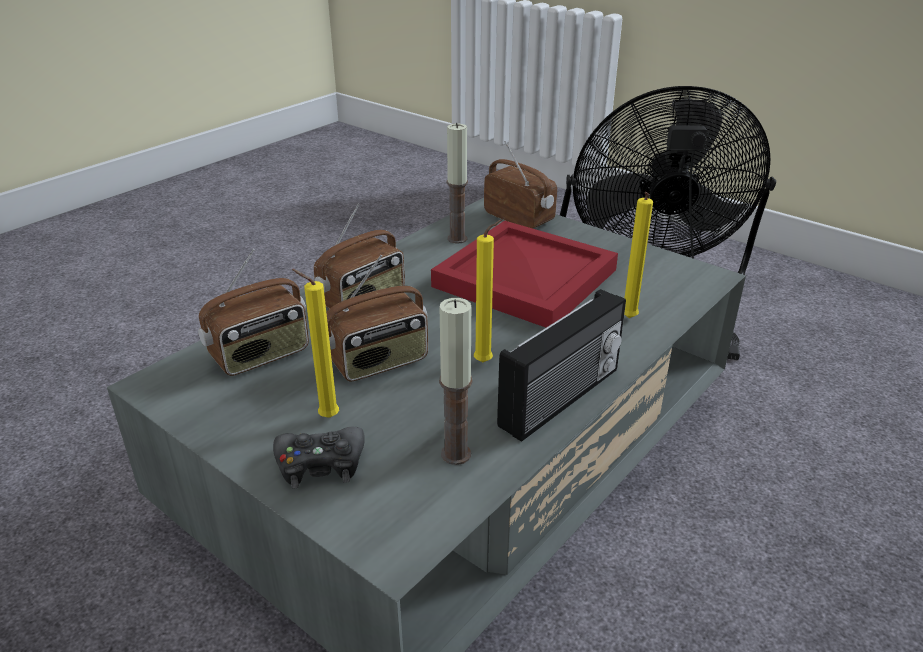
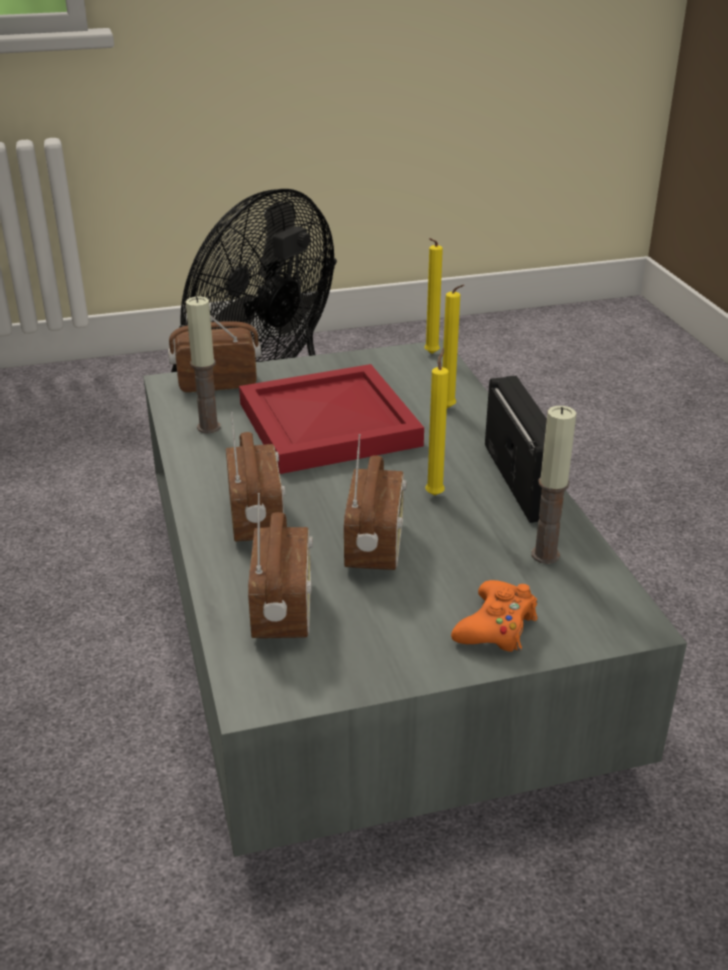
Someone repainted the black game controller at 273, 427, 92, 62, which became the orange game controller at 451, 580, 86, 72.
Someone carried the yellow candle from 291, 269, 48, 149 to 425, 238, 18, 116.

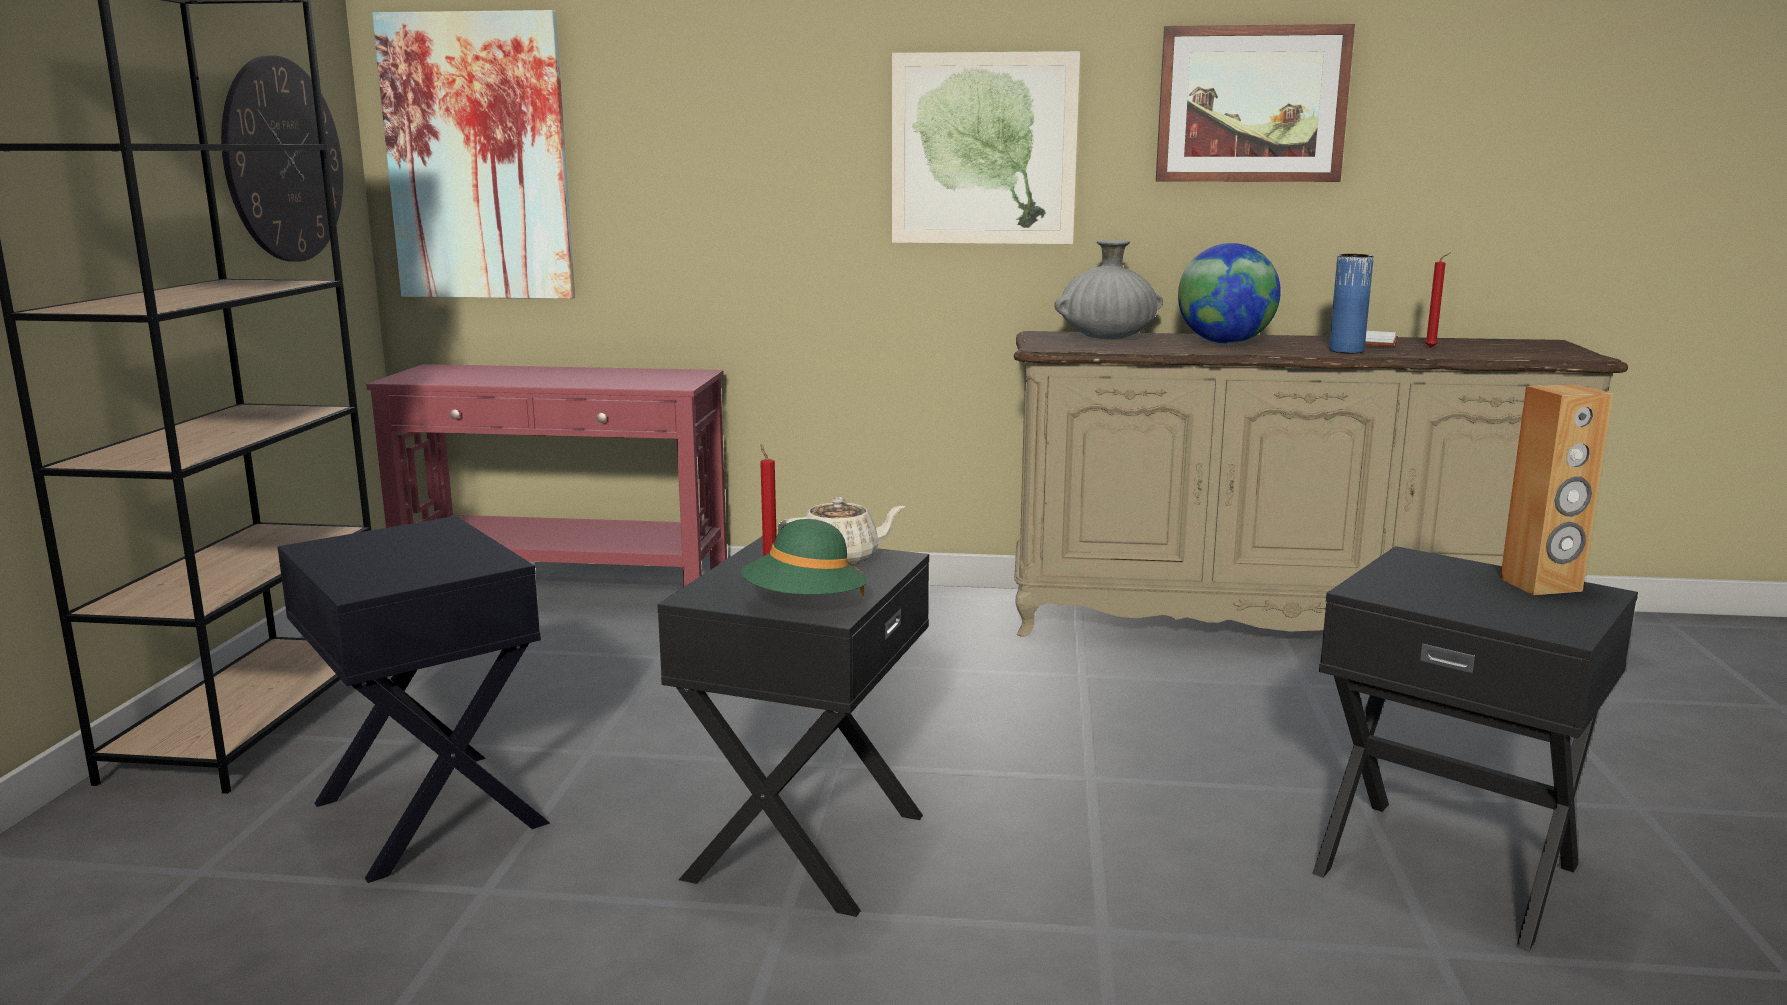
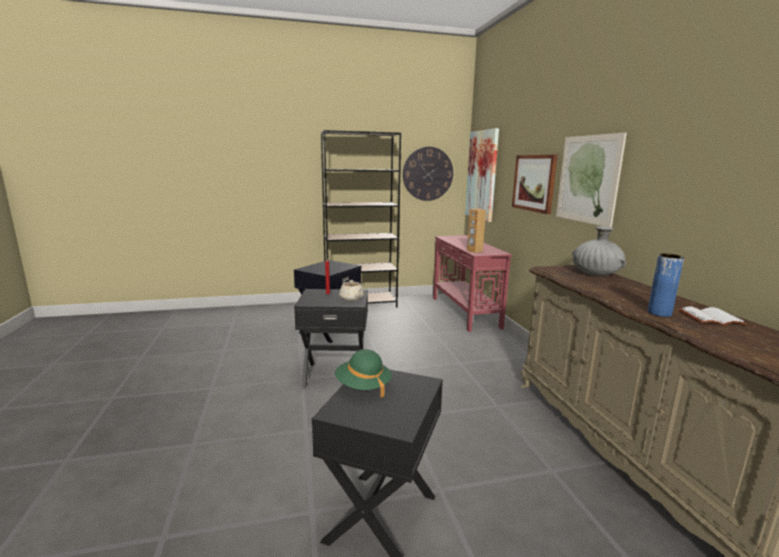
Someone carried the green hat from 741, 519, 126, 78 to 335, 349, 57, 48.
Someone carried the picture from 1156, 24, 199, 158 to 512, 155, 46, 59.
Someone took away the globe at 1178, 243, 103, 101.
Someone took away the red candle at 1425, 252, 26, 96.
Someone carried the brown speaker from 1500, 384, 113, 211 to 467, 209, 19, 44.

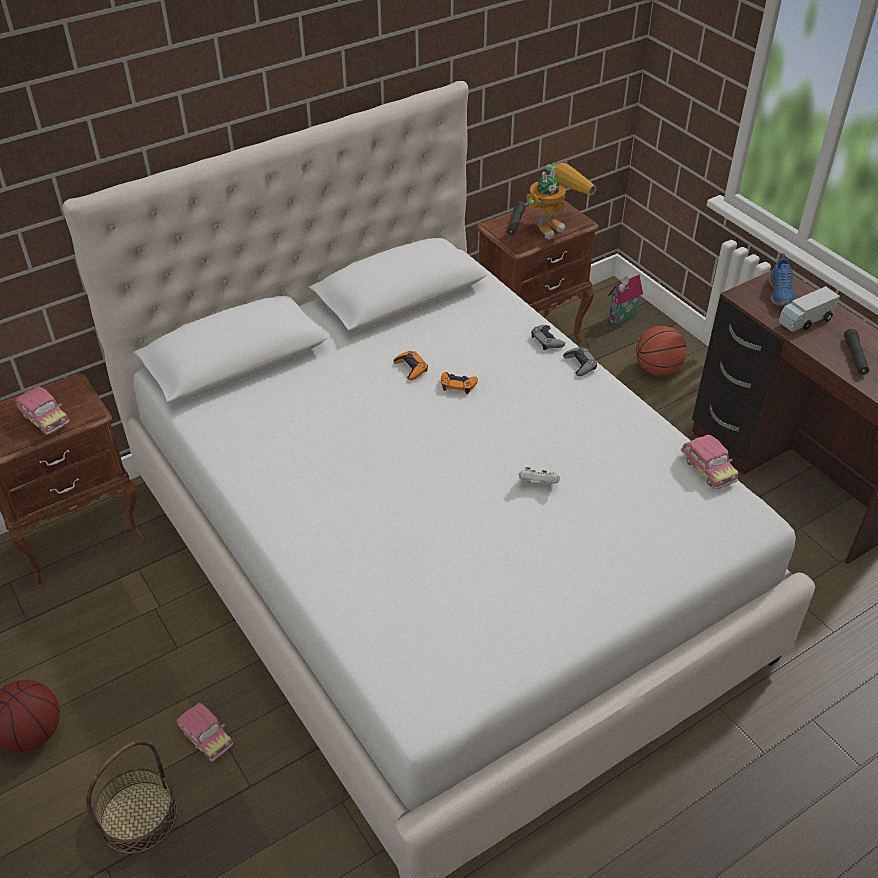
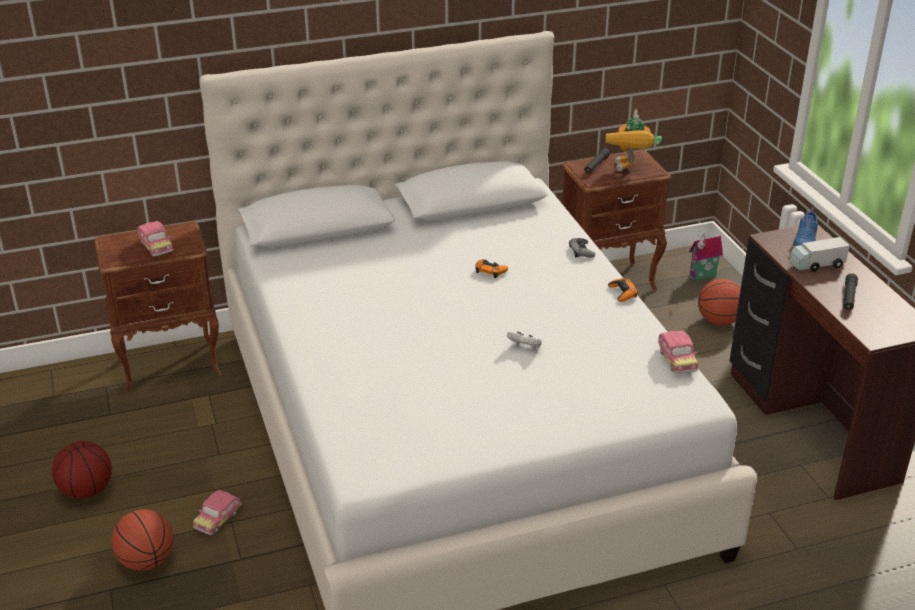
Someone swapped the basket at 86, 740, 91, 114 for the basketball at 111, 509, 63, 62.
Someone rotated the toy car at 177, 703, 56, 58 by 60 degrees clockwise.
Someone carried the orange game controller from 394, 351, 34, 29 to 608, 278, 30, 24.
Someone rotated the toy robot at 526, 163, 71, 77 by 120 degrees clockwise.
Someone took away the grey game controller at 563, 347, 34, 29.

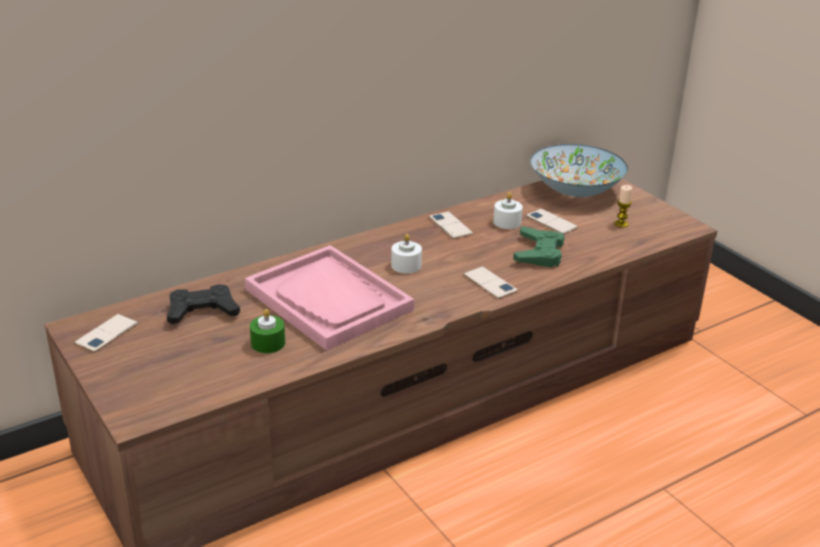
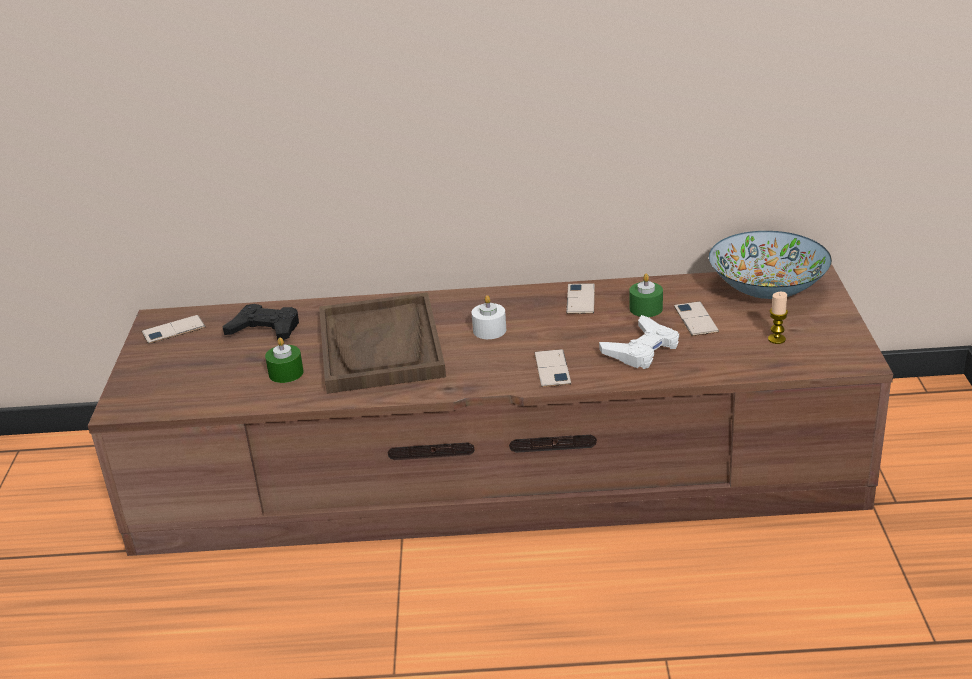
Someone repainted the pink tray at 245, 245, 169, 106, which became the brown tray at 319, 292, 127, 102.
Someone repainted the white candle at 493, 192, 30, 37, which became the green candle at 629, 274, 34, 43.
Someone repainted the green game controller at 513, 226, 52, 41, which became the white game controller at 599, 315, 80, 54.

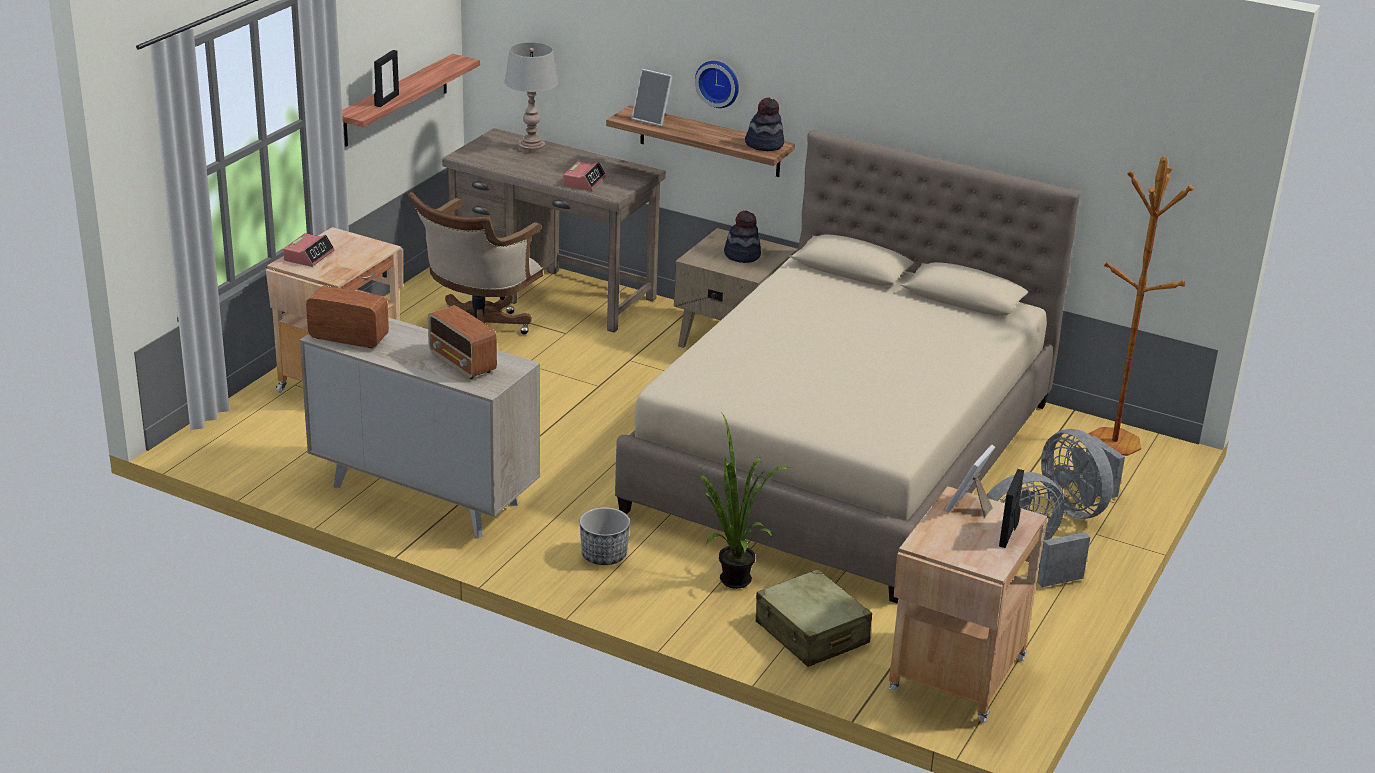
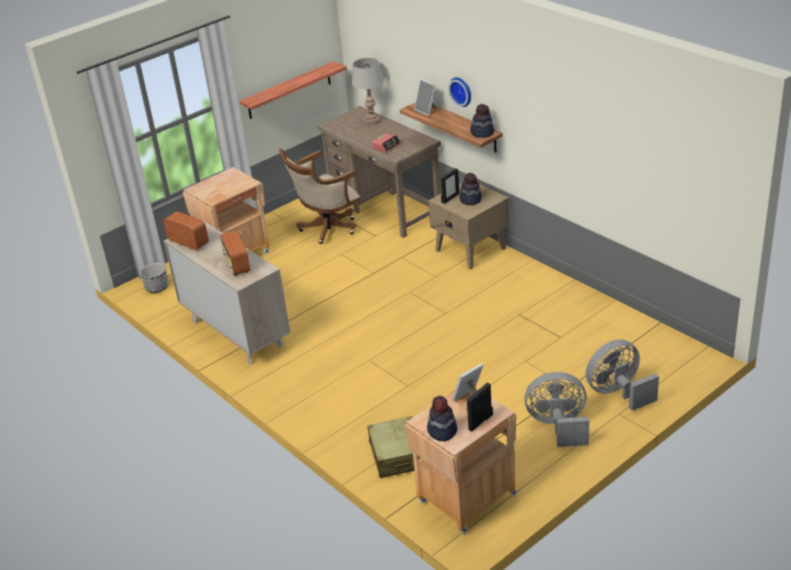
Someone took away the alarm clock at 283, 233, 52, 34.
Someone carried the picture frame from 374, 50, 25, 57 to 441, 168, 18, 36.
Someone carried the planter from 580, 507, 50, 58 to 140, 263, 28, 30.
Someone took away the beige bed at 615, 130, 465, 473.
Someone took away the potted plant at 696, 412, 95, 177.
Someone rotated the grey fan at 1041, 429, 84, 90 by 75 degrees clockwise.
Someone took away the orange clothes rack at 1089, 156, 105, 300.
Someone put down the hat at 427, 396, 31, 45.

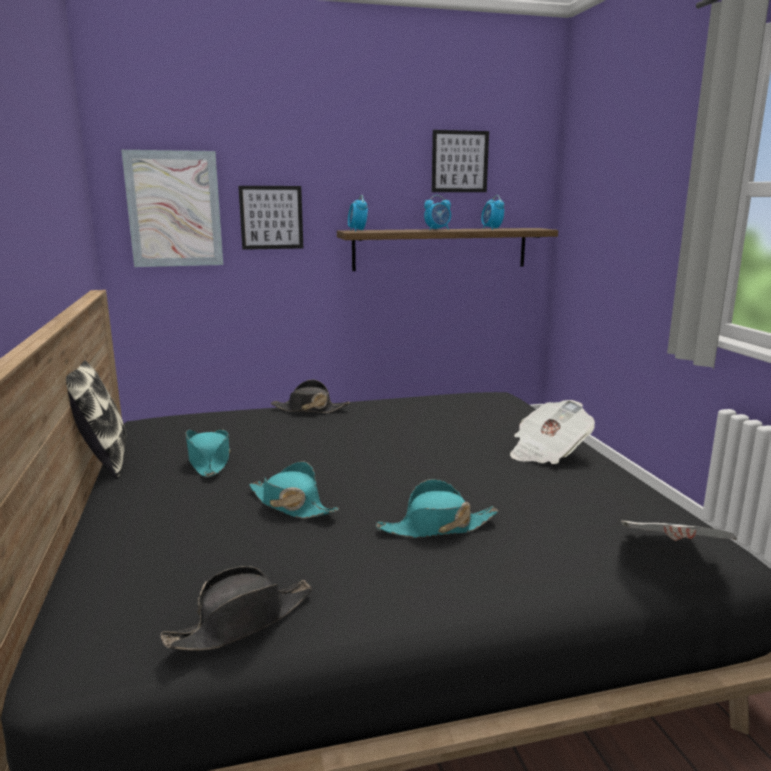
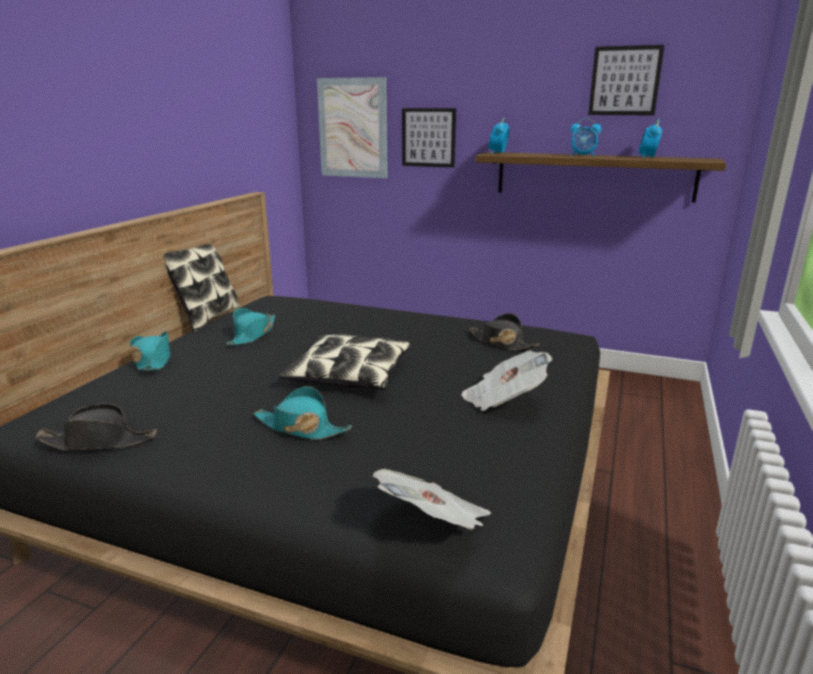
Someone carried the turquoise hat from 249, 461, 90, 58 to 130, 331, 40, 40.
Someone carried the black hat from 271, 380, 79, 33 to 469, 313, 71, 37.
Someone put down the pillow at 279, 333, 132, 57.

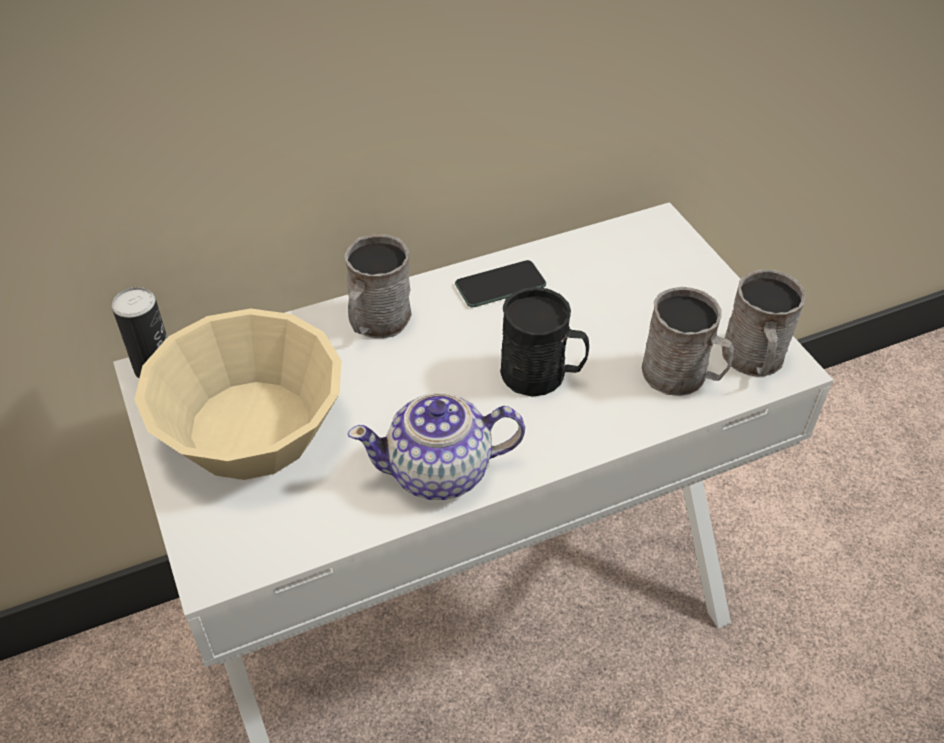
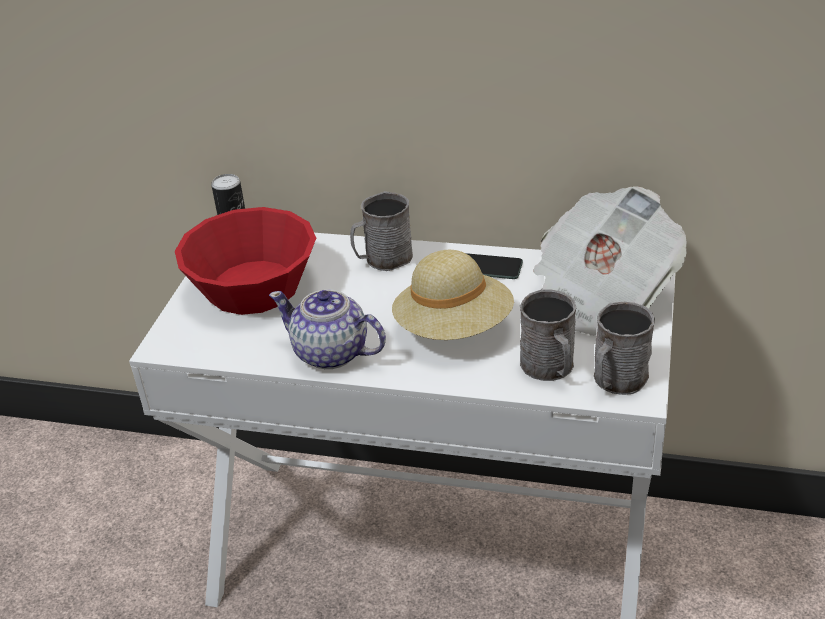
Someone repainted the beige bowl at 134, 308, 207, 172, which became the red bowl at 175, 207, 141, 108.
Someone swapped the black mug at 500, 287, 89, 110 for the beige hat at 392, 250, 122, 90.
Someone put down the newspaper at 533, 186, 154, 150.

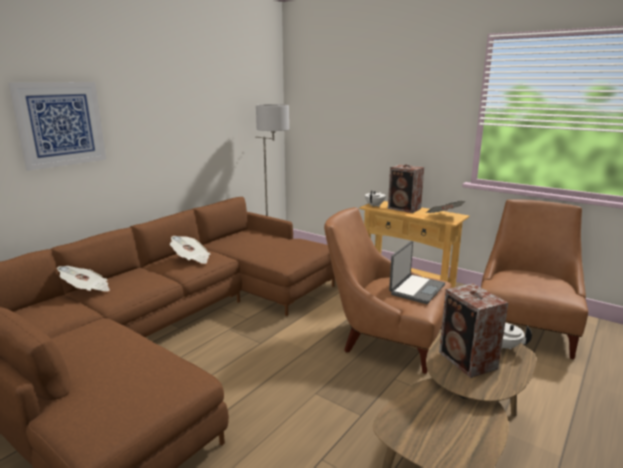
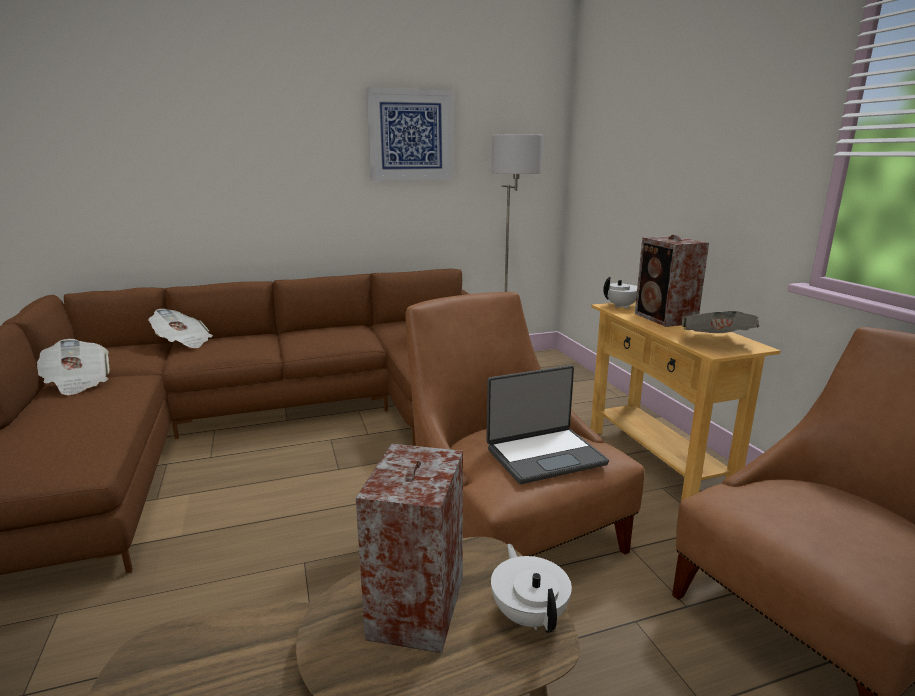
Someone carried the picture from 8, 82, 98, 89 to 366, 87, 87, 94.
Someone carried the newspaper from 170, 236, 41, 28 to 37, 339, 73, 56.

